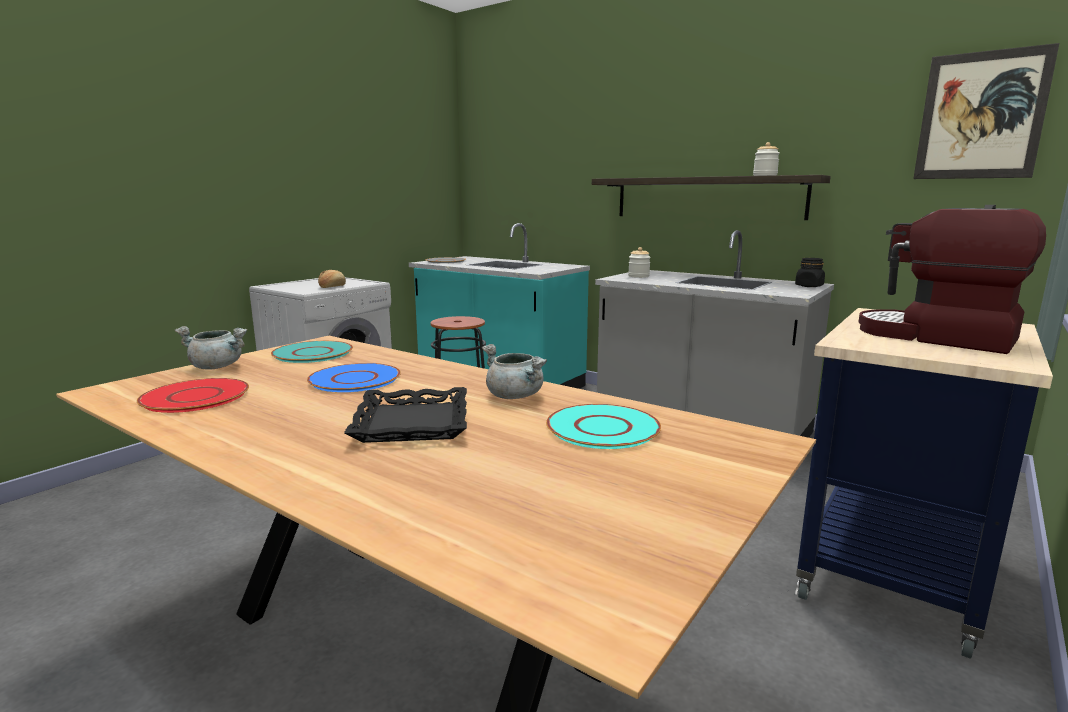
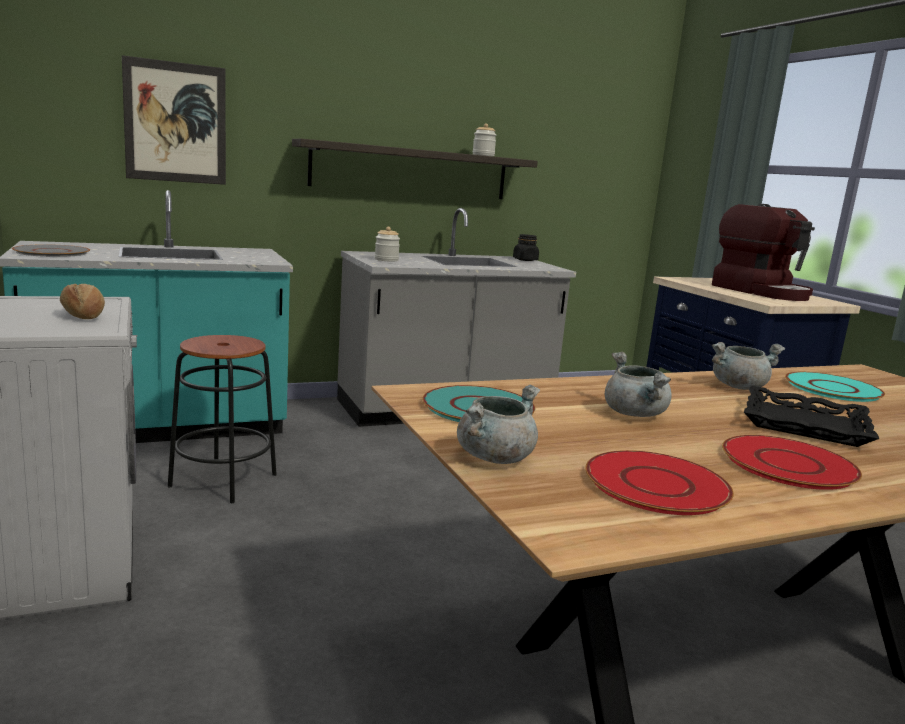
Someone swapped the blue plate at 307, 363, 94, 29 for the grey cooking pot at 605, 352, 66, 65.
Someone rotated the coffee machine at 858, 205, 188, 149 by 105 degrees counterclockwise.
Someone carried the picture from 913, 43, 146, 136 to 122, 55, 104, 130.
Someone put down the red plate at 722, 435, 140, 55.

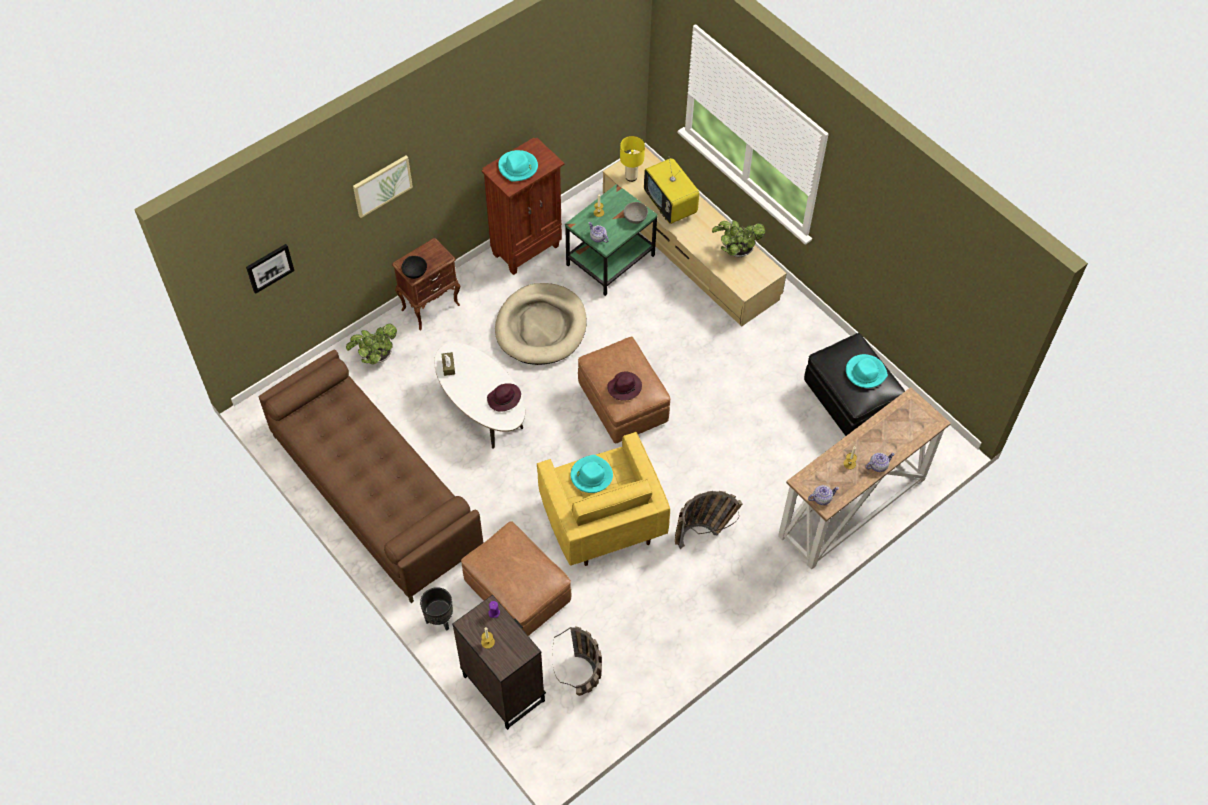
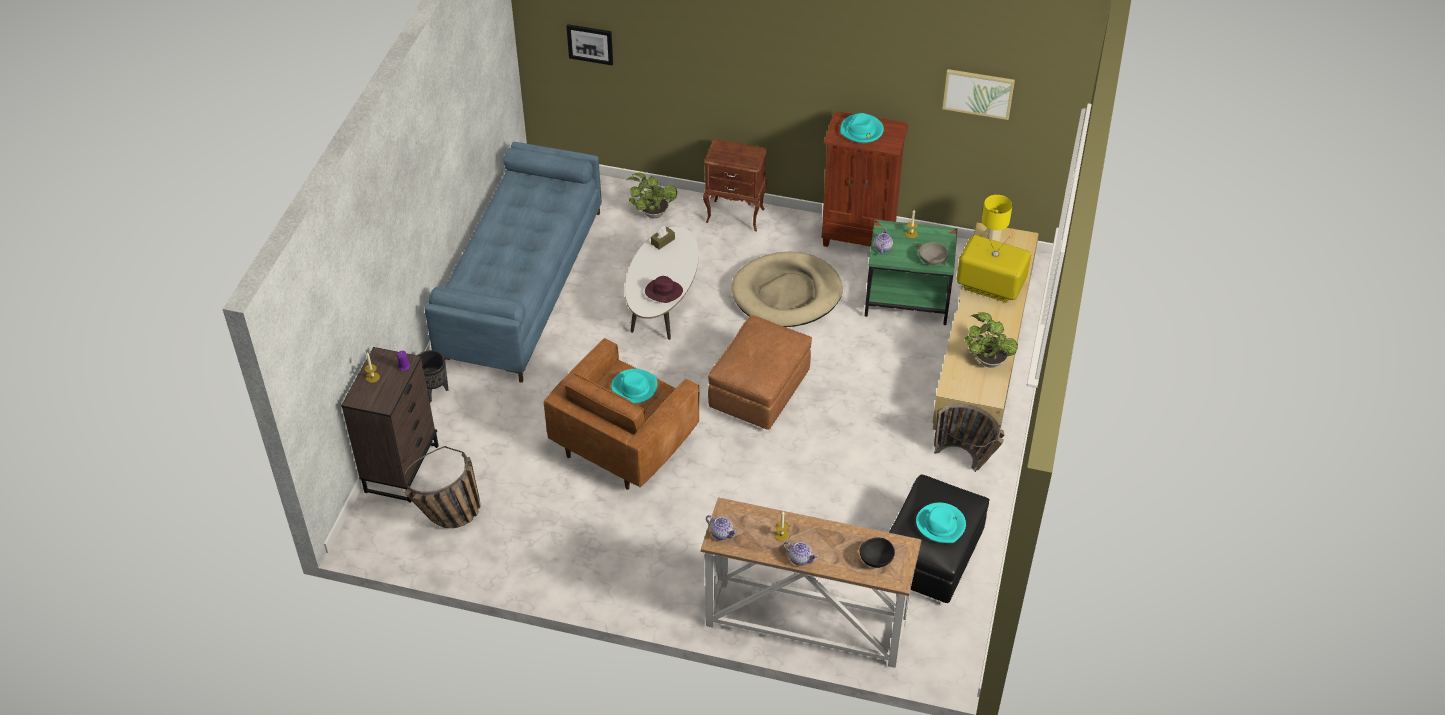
Someone repainted the brown sofa at 259, 350, 224, 253, which became the blue sofa at 424, 142, 178, 241.
Someone carried the picture from 353, 155, 60, 63 to 942, 69, 73, 51.
Someone carried the black bowl from 402, 256, 25, 23 to 860, 538, 35, 30.
Someone took away the brown ottoman at 461, 521, 110, 115.
Someone repainted the yellow armchair at 537, 432, 133, 134, which became the brown armchair at 544, 338, 156, 152.
Someone took away the purple hat at 607, 371, 35, 30.
Someone rotated the television at 644, 156, 55, 68 by 90 degrees clockwise.
Someone carried the basket from 675, 491, 68, 58 to 934, 403, 70, 69.

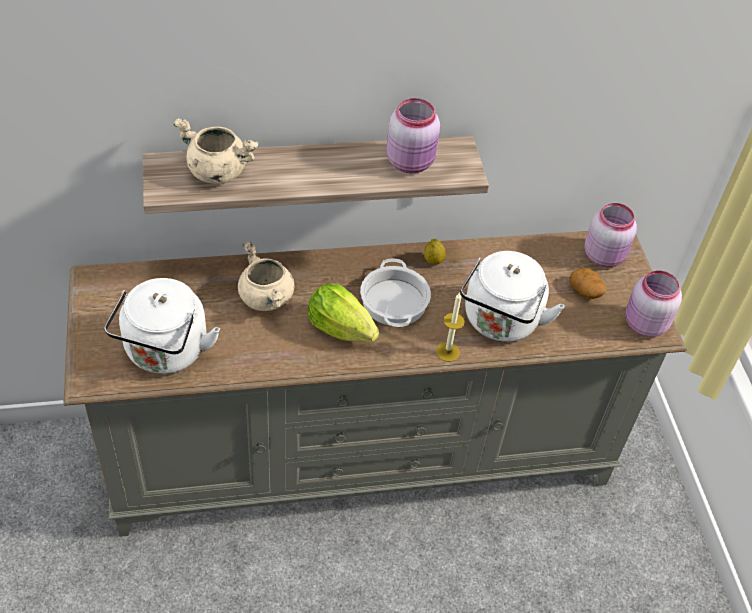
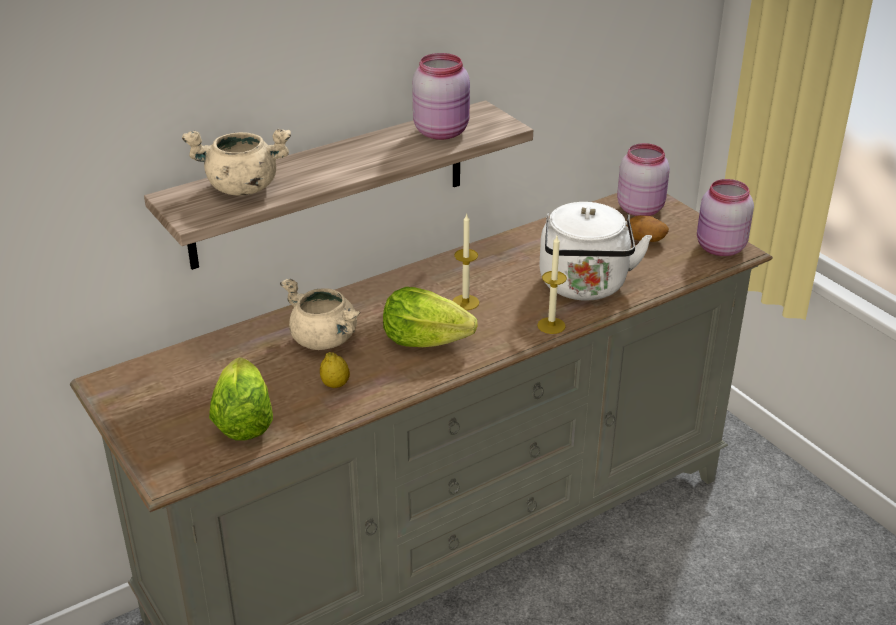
Someone swapped the white kettle at 104, 278, 116, 96 for the lettuce at 209, 357, 64, 84.
Someone swapped the cooking pot at 360, 258, 71, 69 for the candle at 453, 214, 26, 96.
Someone carried the lemon from 424, 239, 22, 26 to 320, 352, 30, 36.

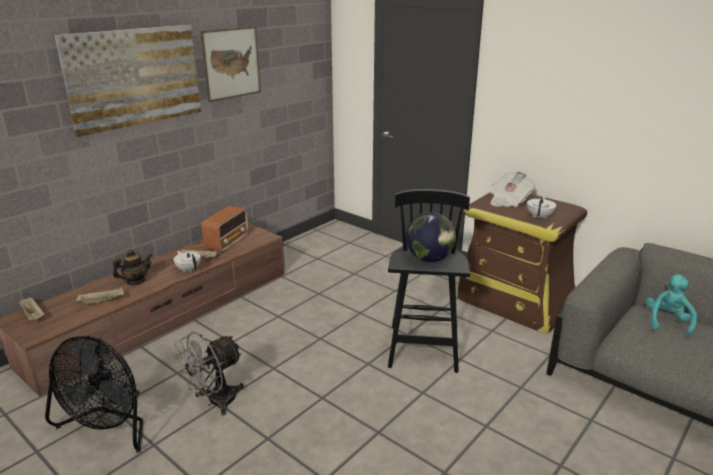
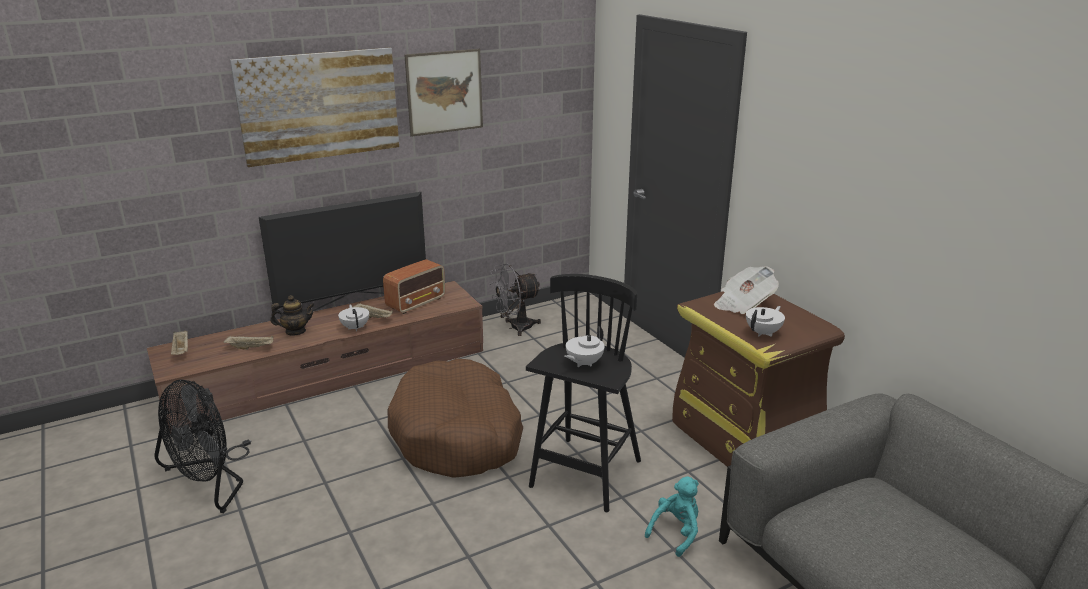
Someone carried the grey fan from 175, 332, 69, 83 to 490, 263, 51, 73.
Someone swapped the globe at 406, 212, 50, 50 for the white teapot at 564, 326, 41, 41.
Someone carried the turquoise plush toy from 646, 274, 51, 64 to 645, 476, 54, 81.
Someone put down the television at 259, 192, 167, 119.
Someone put down the brown dog bed at 388, 358, 135, 120.

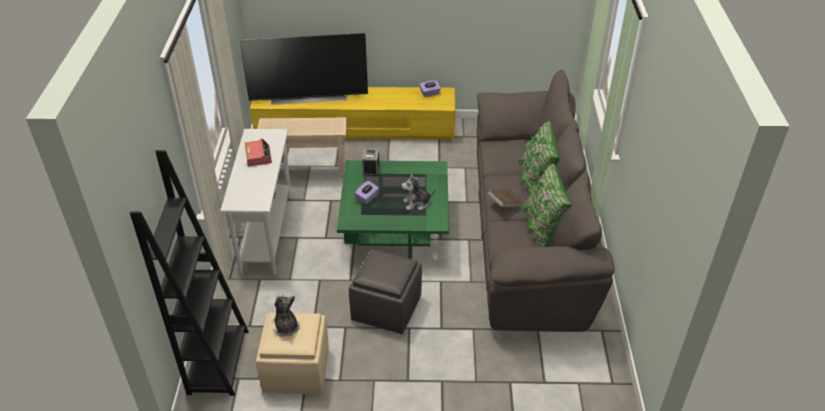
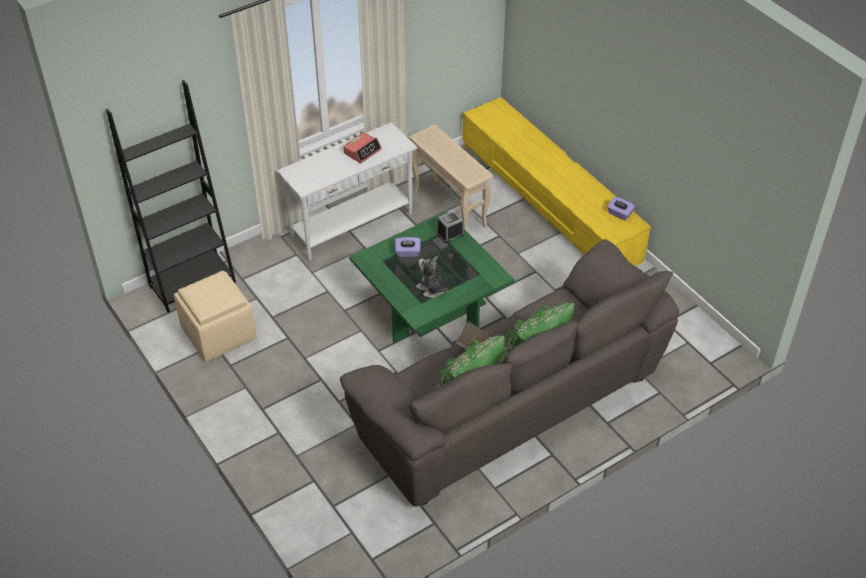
Someone took away the television at 239, 33, 129, 72.
Someone took away the plush toy at 273, 293, 27, 44.
Someone took away the grey ottoman at 349, 249, 73, 85.

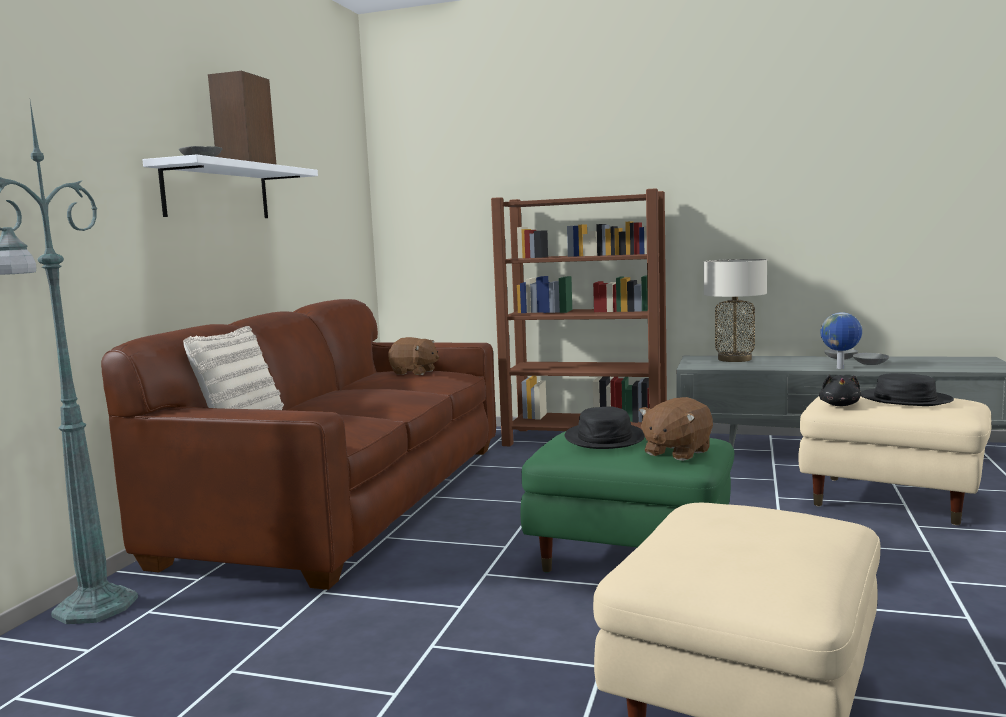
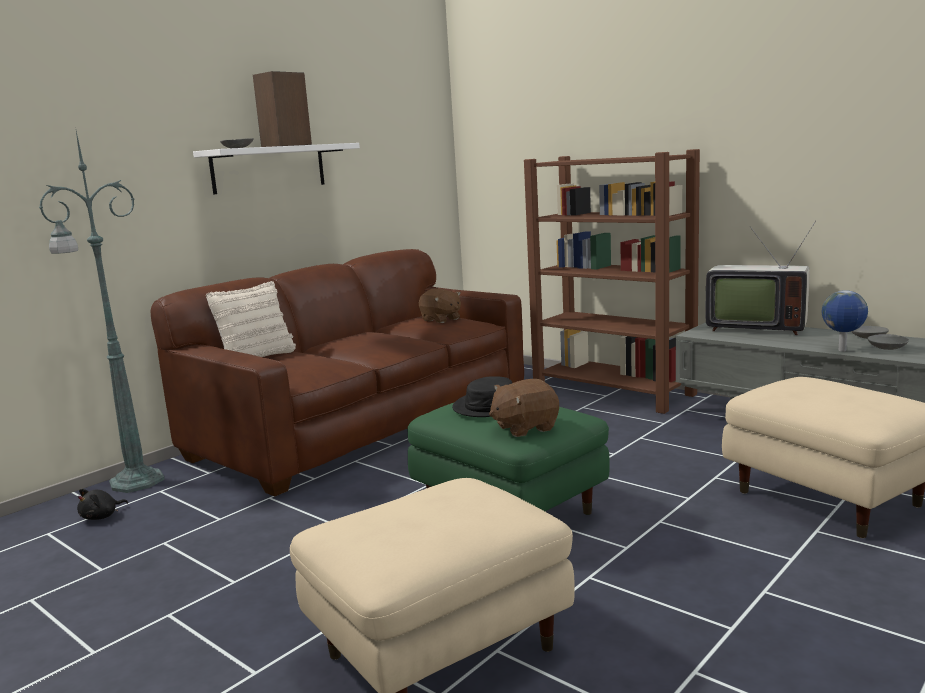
Someone swapped the table lamp at 704, 259, 63, 103 for the television at 706, 221, 110, 114.
Someone carried the black plush toy from 819, 374, 42, 32 to 77, 489, 51, 31.
Someone took away the black hat at 861, 373, 93, 33.

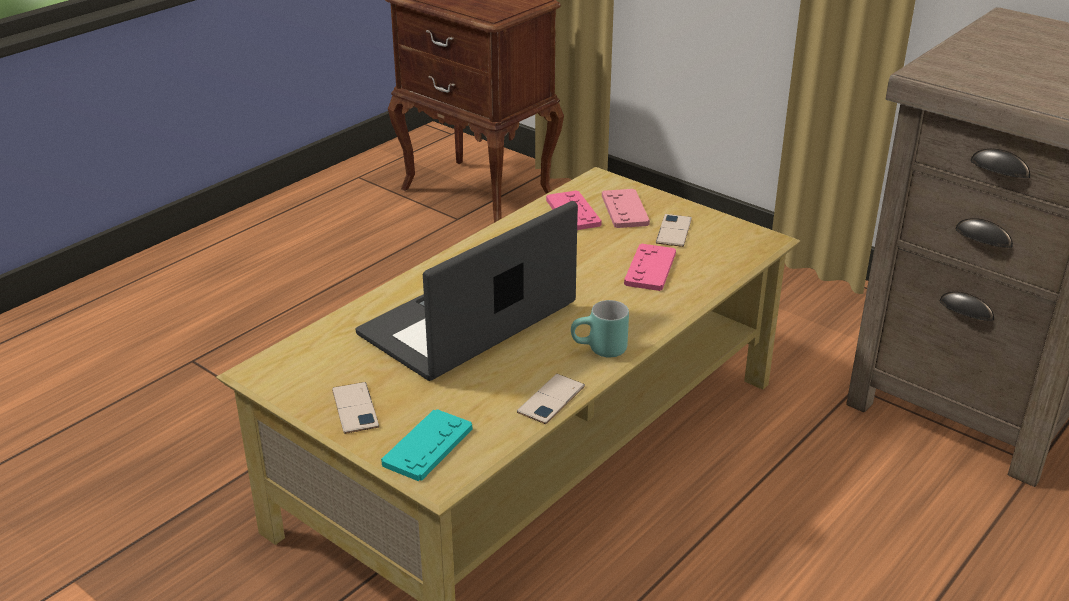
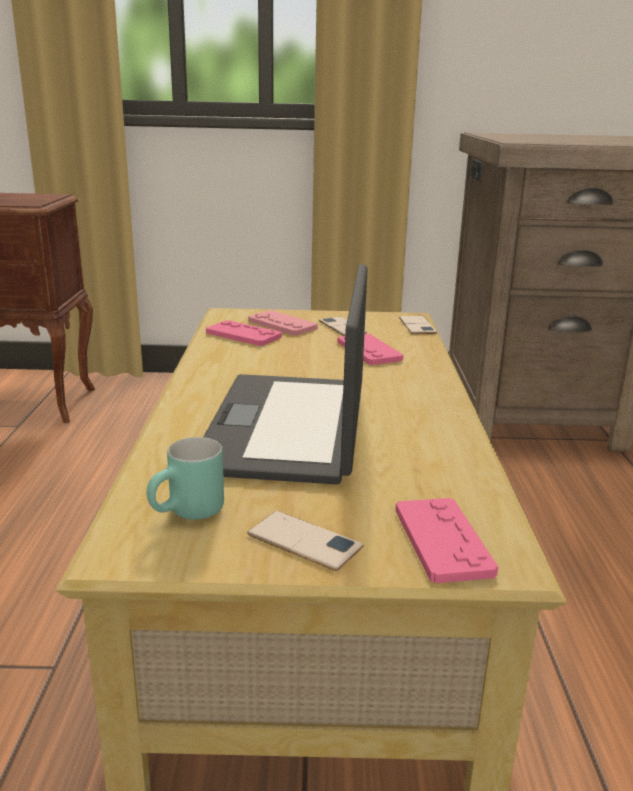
Someone repainted the turquoise game controller at 381, 409, 91, 72, which became the pink game controller at 395, 498, 103, 85.
Someone carried the phone from 517, 374, 68, 50 to 399, 316, 38, 18.
Someone carried the turquoise mug from 571, 300, 58, 58 to 147, 437, 77, 83.

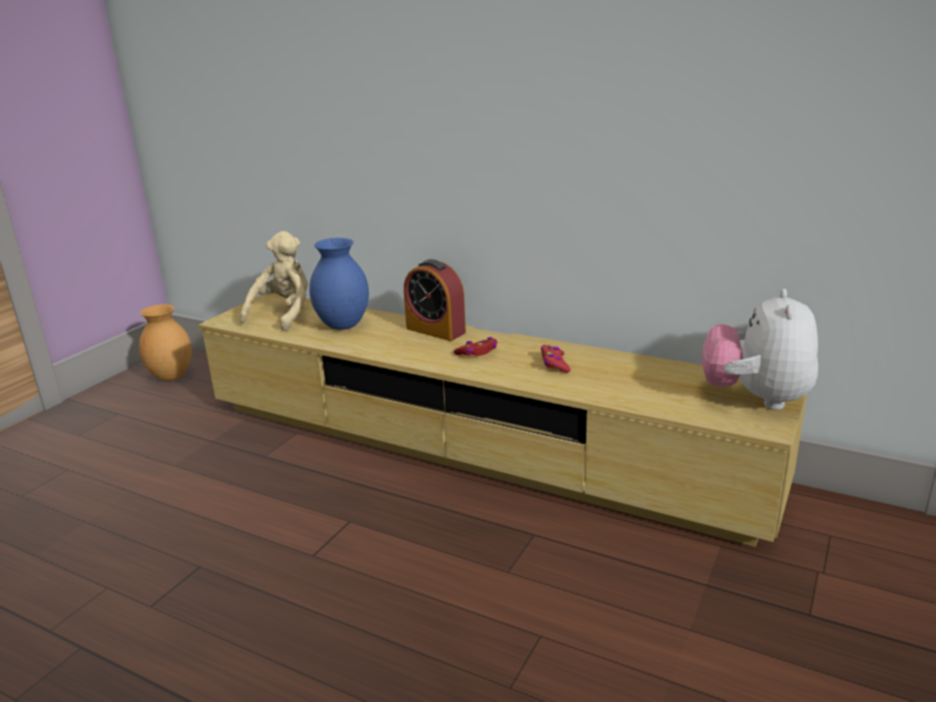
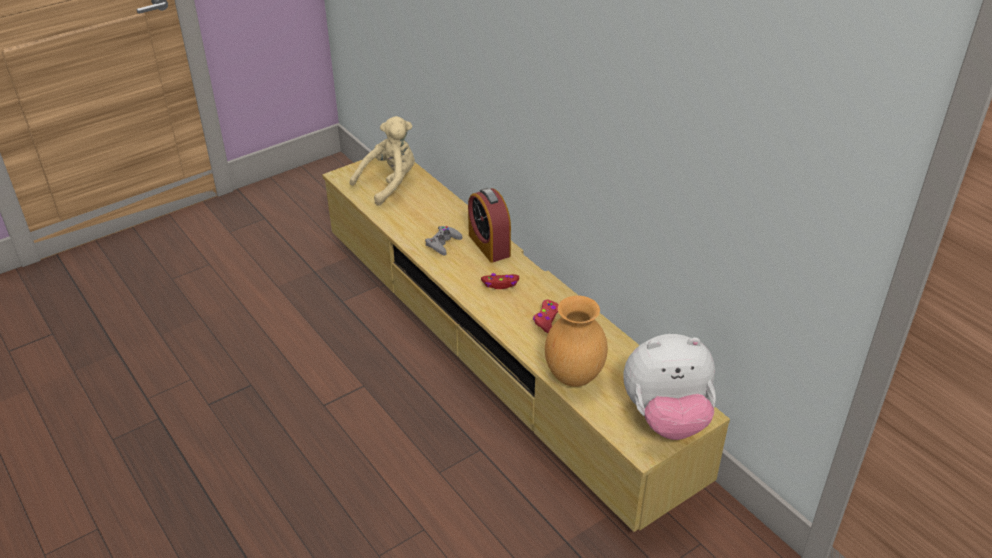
Someone carried the brown vase from 139, 304, 53, 77 to 545, 296, 63, 91.
Someone took away the blue vase at 309, 238, 60, 92.
Someone rotated the plush toy at 702, 289, 116, 121 by 135 degrees counterclockwise.
Someone put down the grey game controller at 425, 226, 37, 30.

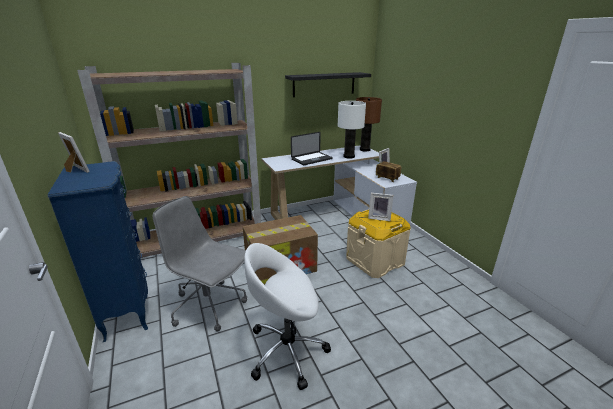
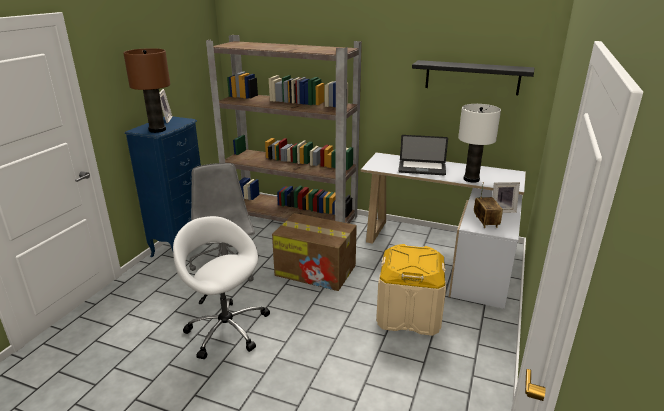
Someone carried the brown table lamp from 356, 97, 26, 54 to 123, 48, 47, 85.
Someone took away the picture frame at 368, 193, 26, 28.

